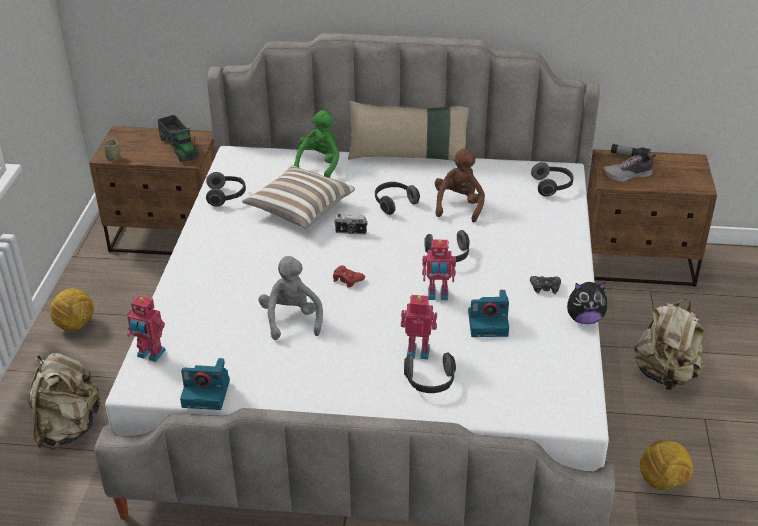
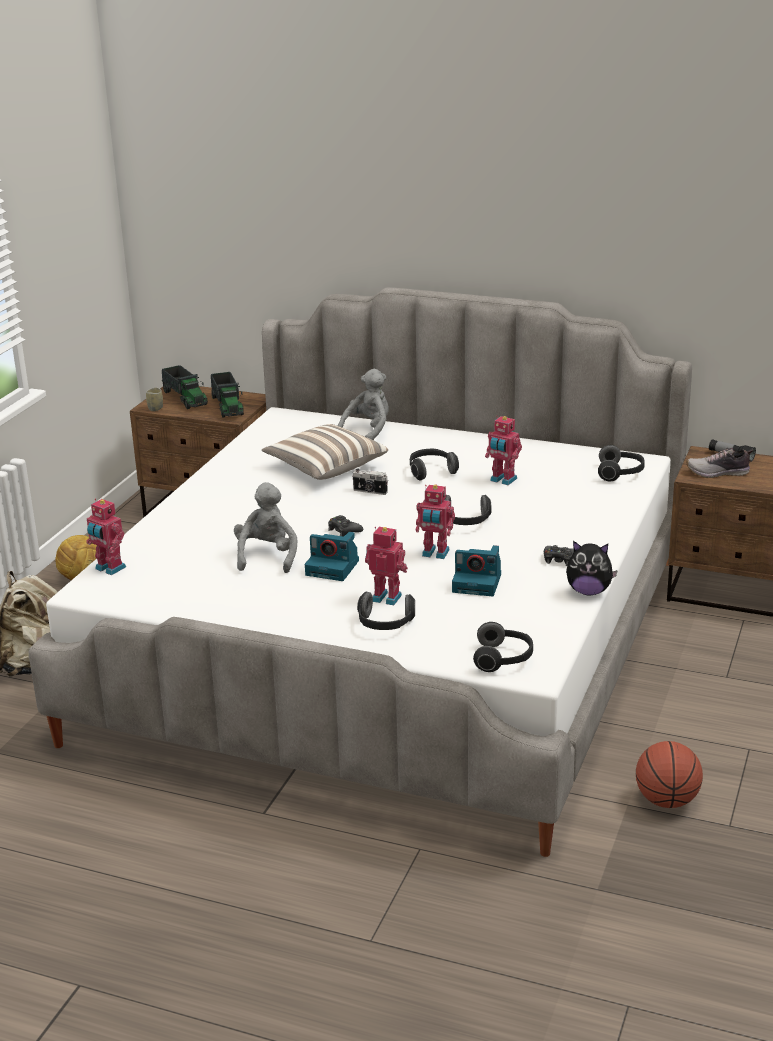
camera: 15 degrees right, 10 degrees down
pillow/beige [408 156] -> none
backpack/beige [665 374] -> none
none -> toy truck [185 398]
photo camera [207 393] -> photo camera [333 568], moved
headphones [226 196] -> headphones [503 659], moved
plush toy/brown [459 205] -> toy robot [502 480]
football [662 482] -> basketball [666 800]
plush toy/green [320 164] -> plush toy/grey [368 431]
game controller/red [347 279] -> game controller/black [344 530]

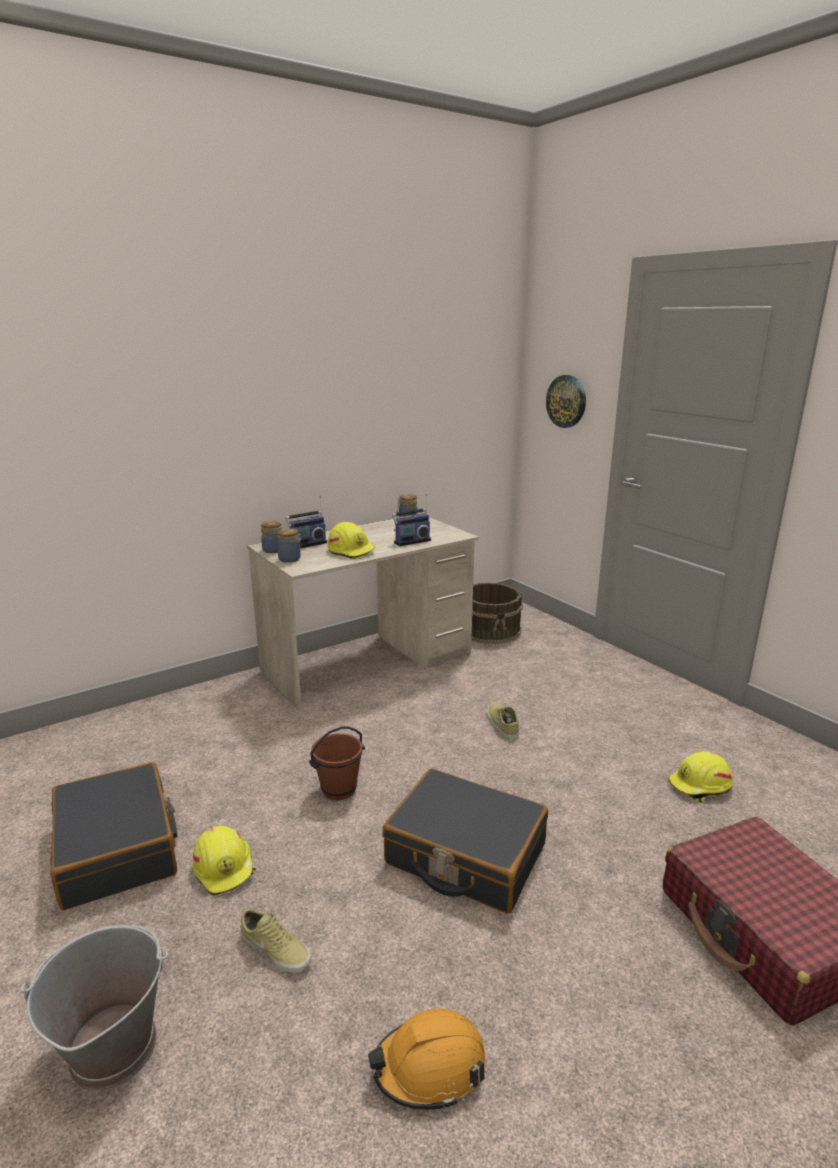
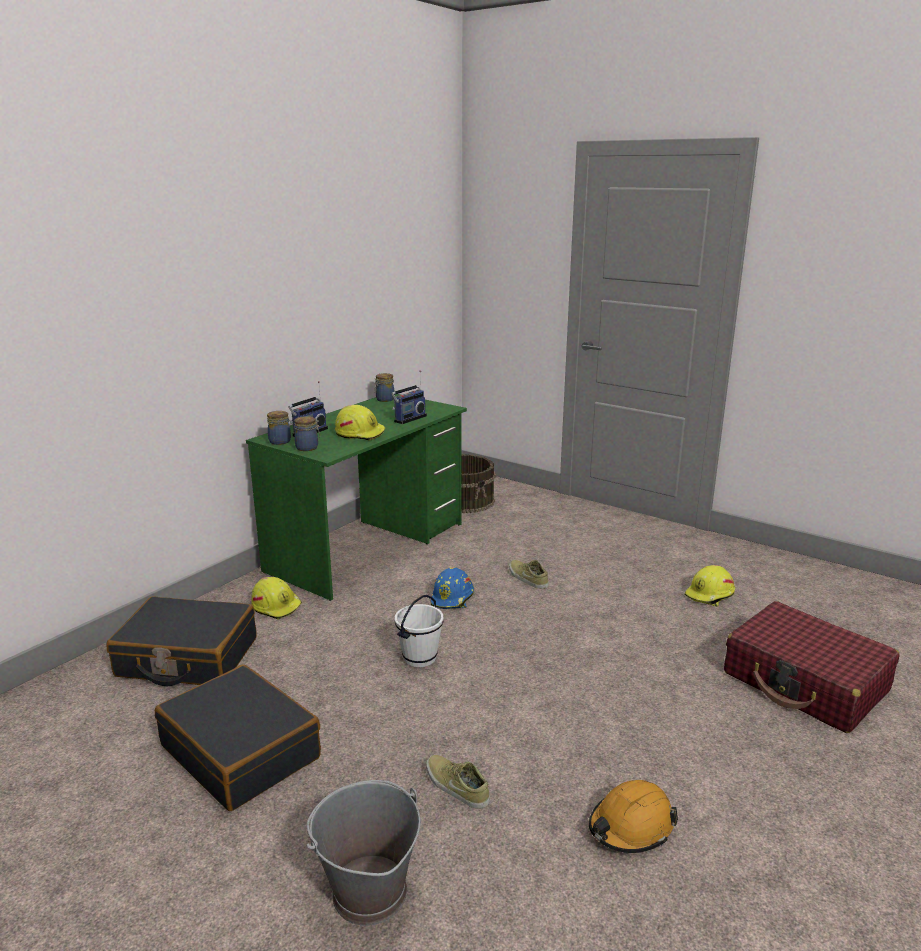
camera: 20 degrees left, 0 degrees up
wall clock [566 401] -> none
none -> hard hat/blue [452 598]
hard hat/yellow [225 868] -> hard hat/yellow [277 606], moved
suitcase/black [465 855] -> suitcase/black [187 658], moved
desk/beige [368 663] -> desk/green [368 547]
bucket/brown [338 789] -> bucket/white [419 658]
shoe/beige [277 948] -> shoe/beige [455 786], 150 degrees counterclockwise

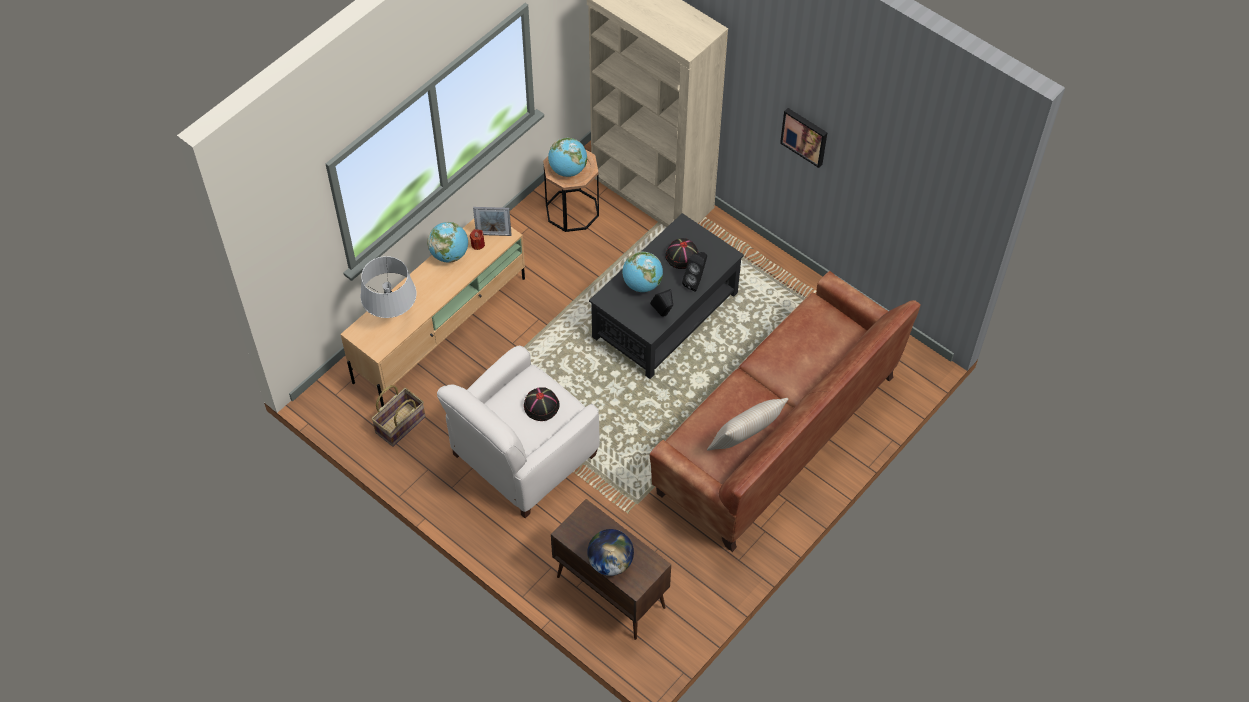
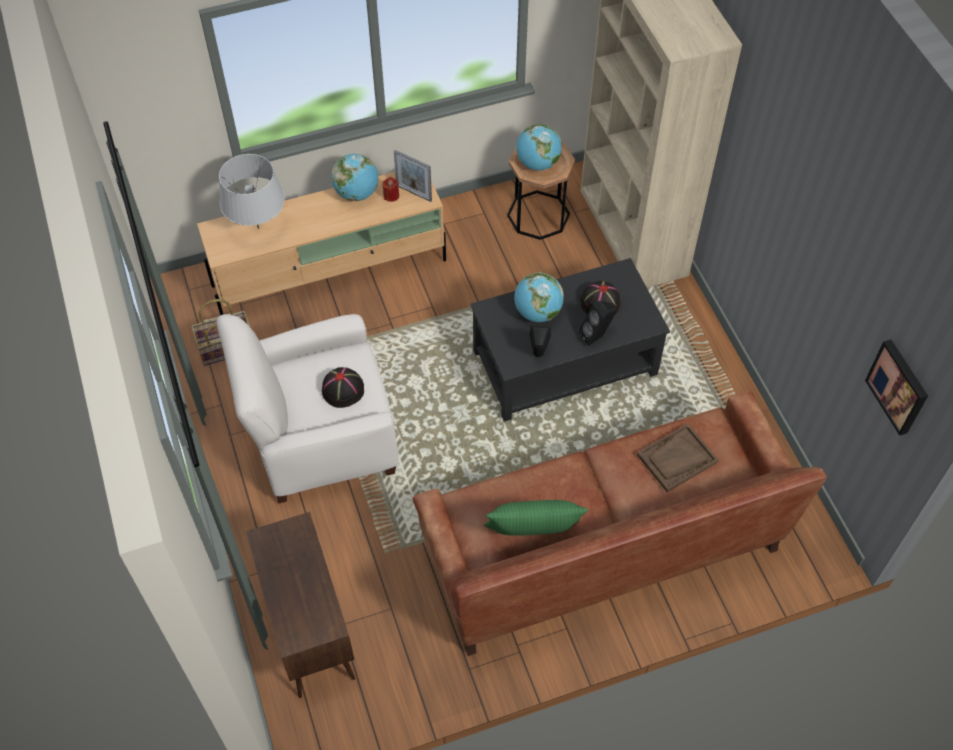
camera: 30 degrees right, 0 degrees up
globe [610 562] -> none
none -> tray/brown [677 459]
picture [805 136] -> picture [899 386], moved
pillow/beige [745 442] -> pillow/green [532 538]

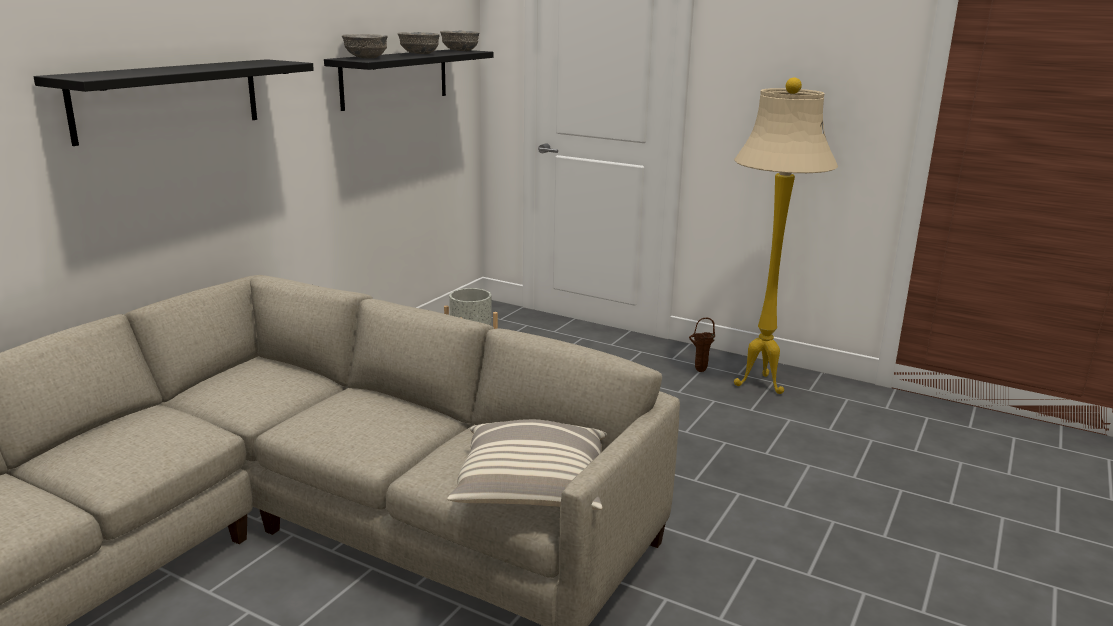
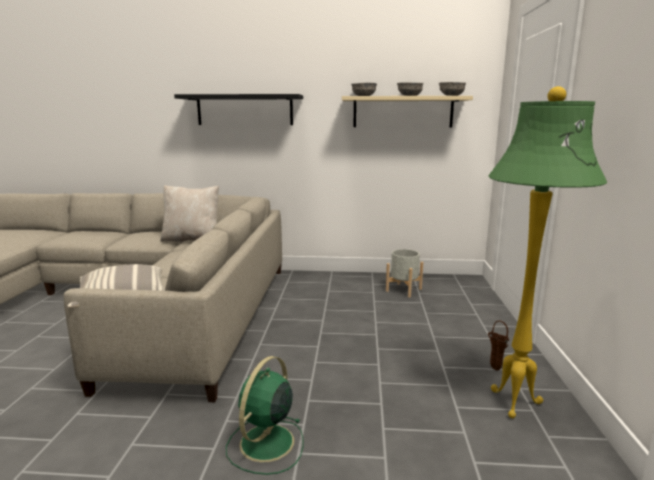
camera: 65 degrees right, 5 degrees down
none -> pillow/beige [192 239]
none -> fan/green [265 444]
shelf/black [395 78] -> shelf/beige [403 112]
floor lamp/beige [759 384] -> floor lamp/green [515 403]

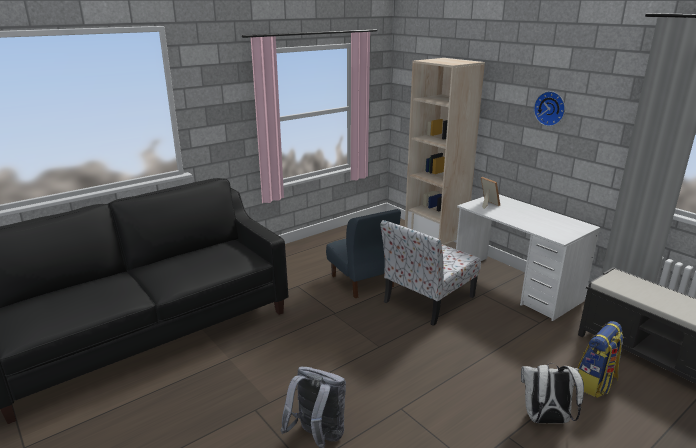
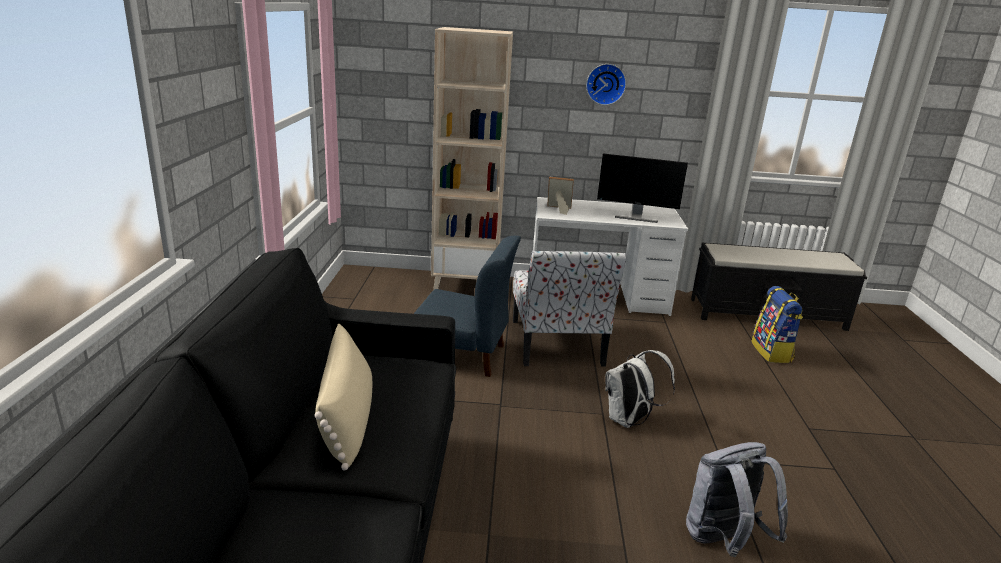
camera: 50 degrees left, 0 degrees up
none -> pillow/beige [347 419]
none -> monitor [636 217]
backpack/white [545 420] -> backpack/white [629 421], moved

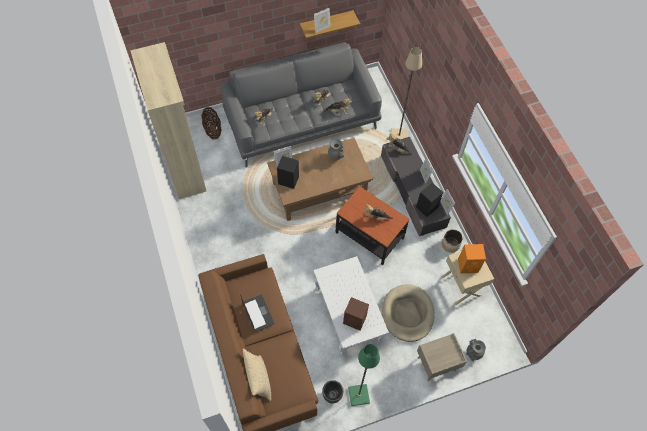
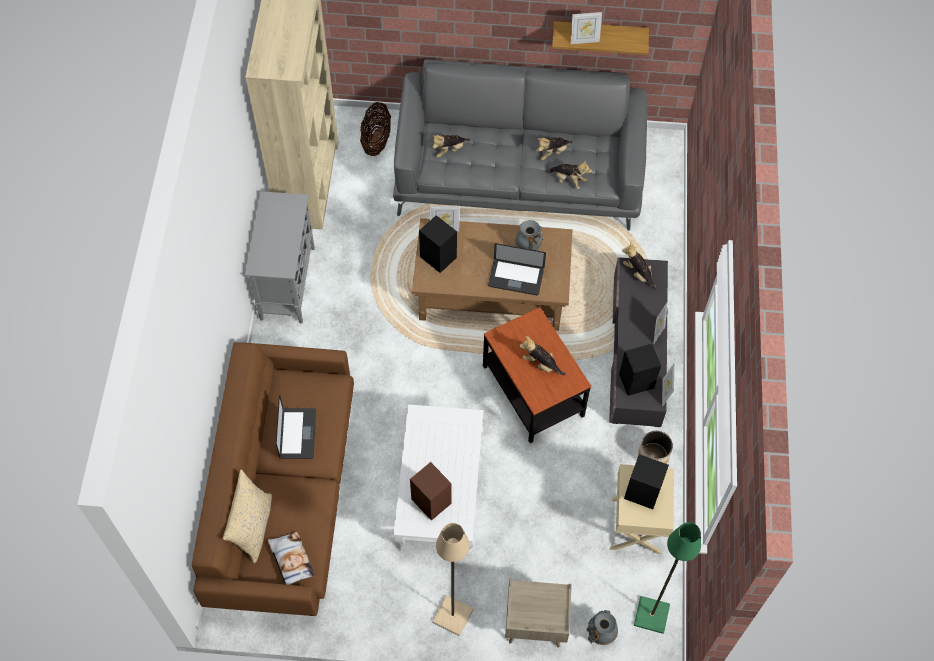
camera: 25 degrees right, 0 degrees up
planter/black [332 395] -> none
dog bed/beige [407 313] -> none
none -> cabinet/grey [287 282]
none -> pillow [291 559]
none -> laptop [516 278]
floor lamp/green [359 395] -> floor lamp/green [652 616], moved
floor lamp/beige [398 136] -> floor lamp/beige [451 616], moved
speaker/orange [468 265] -> speaker/black [643 492]

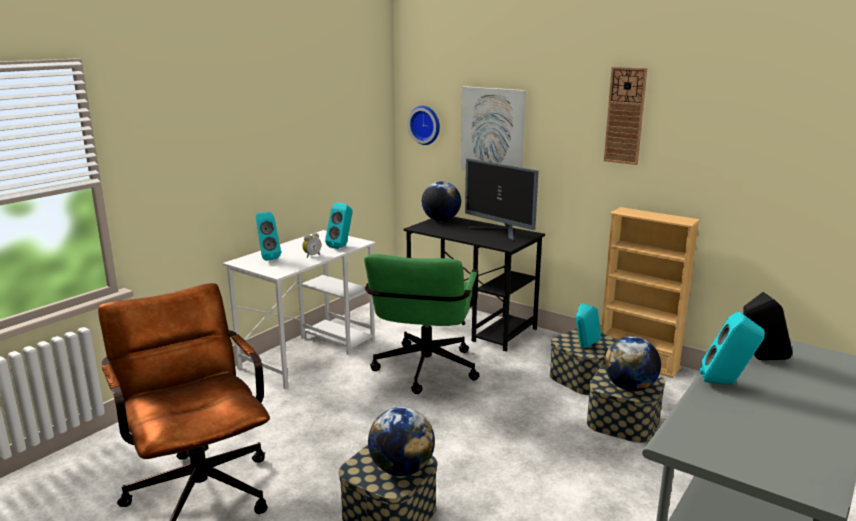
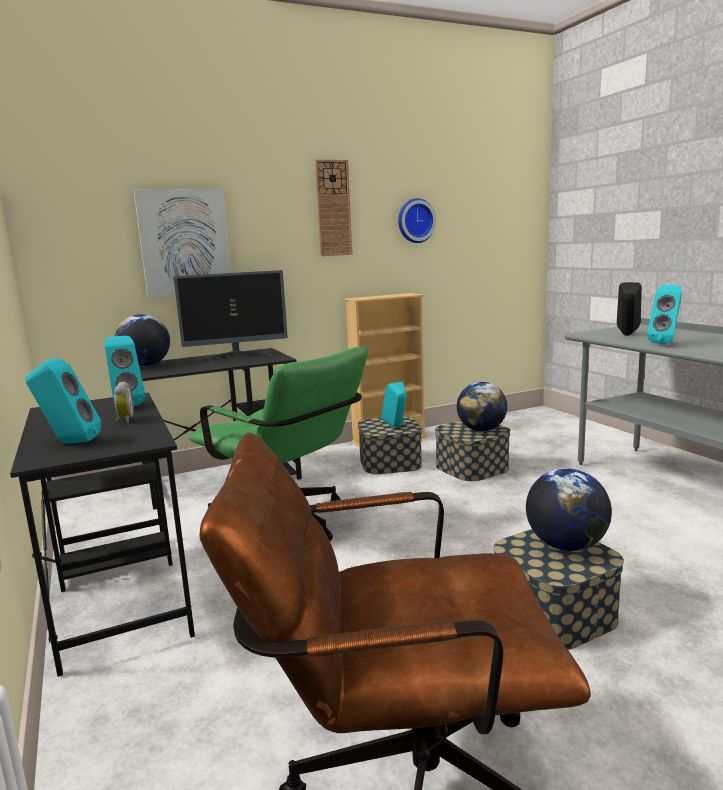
camera: 60 degrees left, 5 degrees down
wall clock [425 125] -> wall clock [415 221], moved
desk/white [309 353] -> desk/black [120 594]

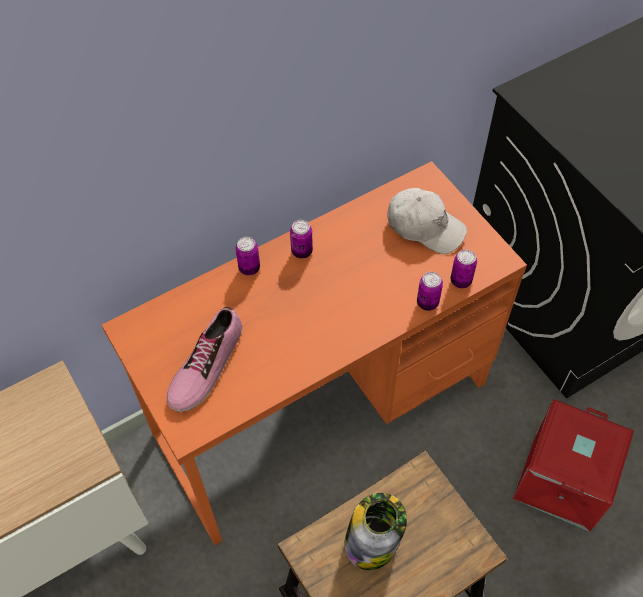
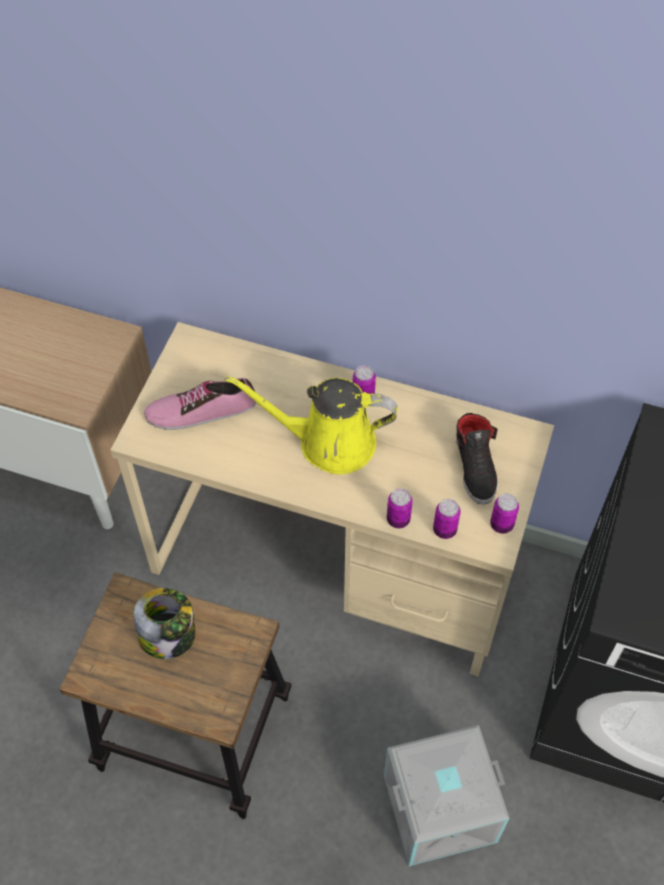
camera: 50 degrees right, 0 degrees up
none -> watering can/yellow [328 442]
can [249 268] -> can [501 524], moved
cap/white [425 226] -> shoe/black [475 467]
desk/orange [322 408] -> desk/beige [334 562]
storage box/red [560 479] -> storage box/grey [439 806]

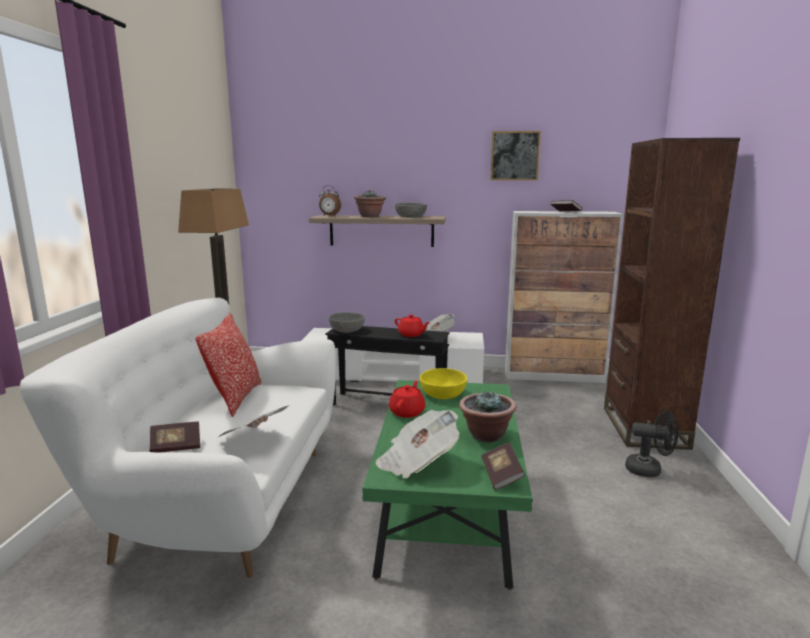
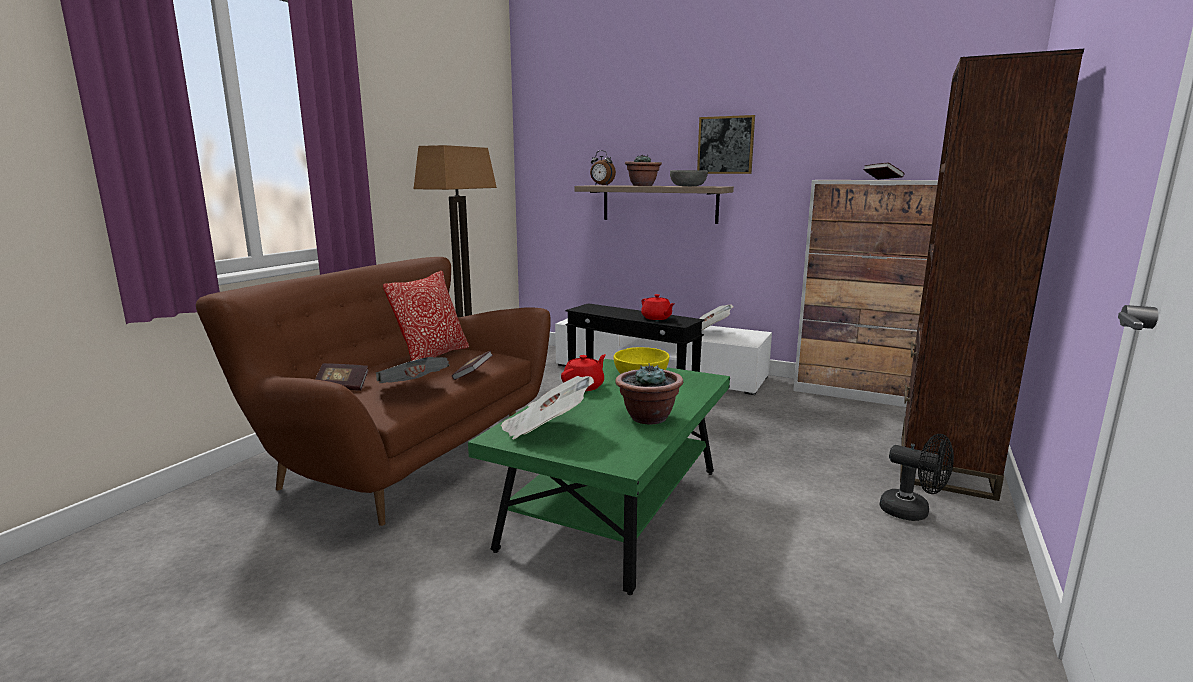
camera: 20 degrees right, 0 degrees up
bowl/grey [347 330] -> none
book [501 475] -> book [473 374], moved
picture [515 156] -> picture [725 145], moved
sofa/white [220 500] -> sofa/brown [403 457]

